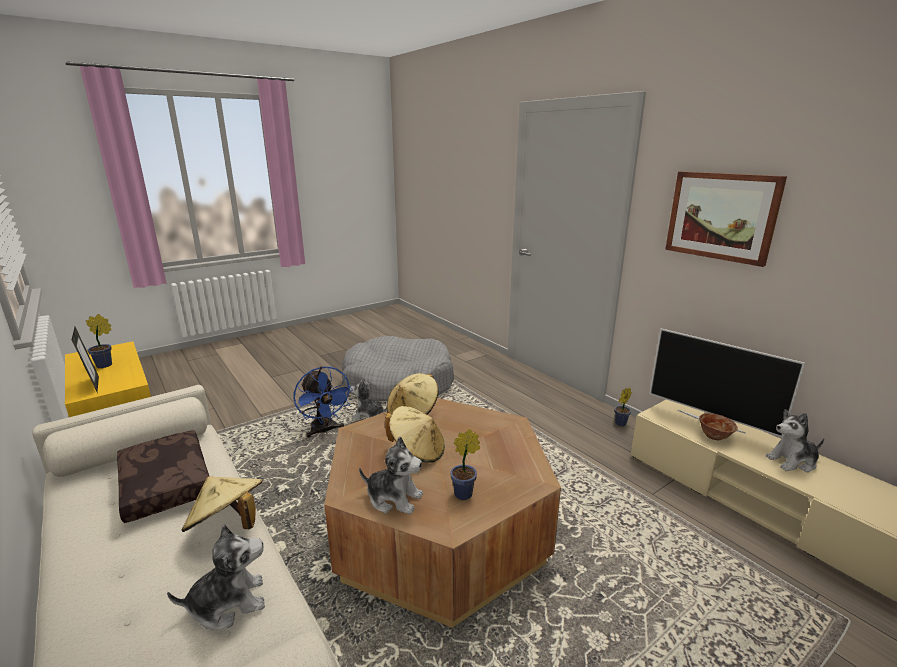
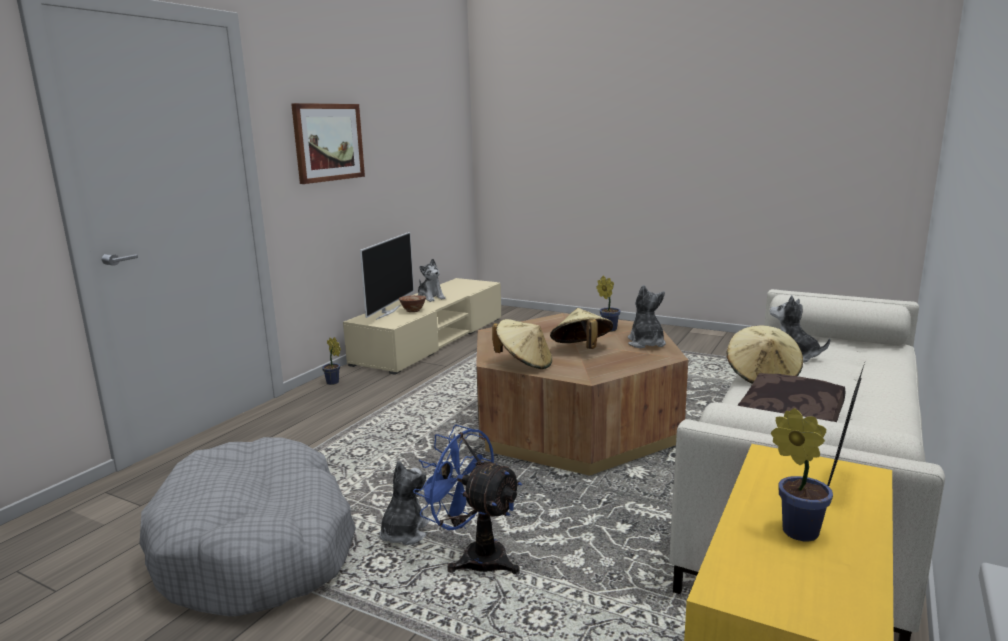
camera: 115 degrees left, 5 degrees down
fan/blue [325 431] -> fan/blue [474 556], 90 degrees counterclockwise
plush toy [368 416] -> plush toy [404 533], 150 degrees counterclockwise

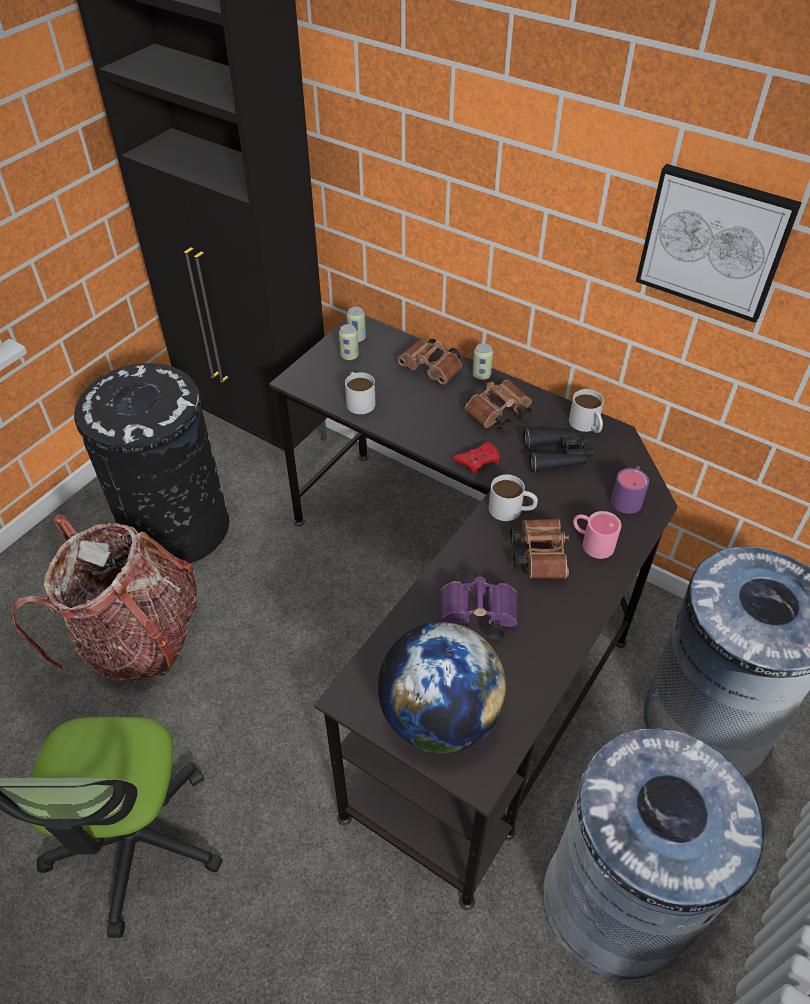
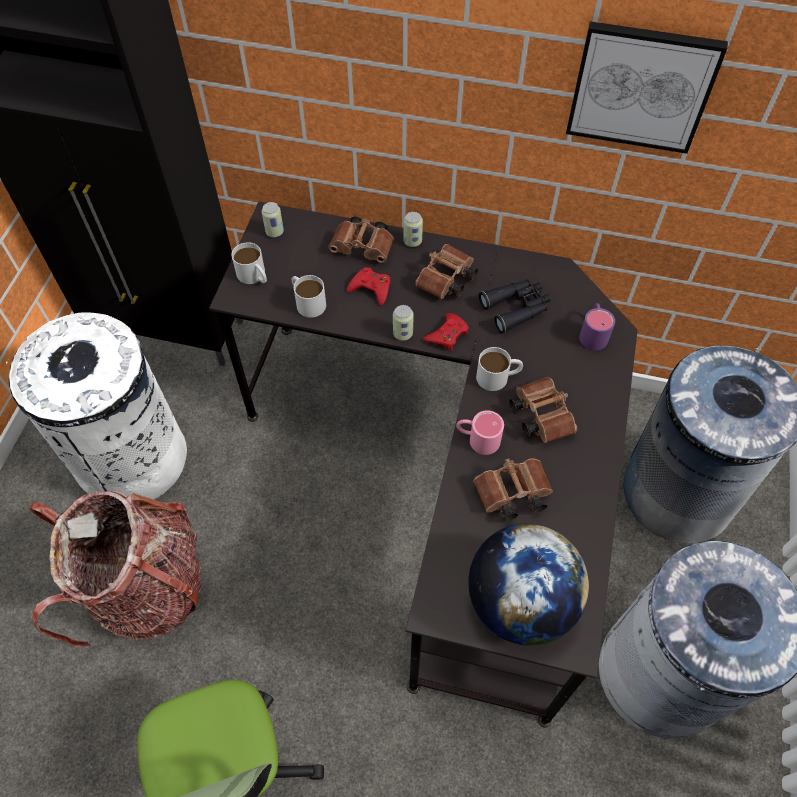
camera: 20 degrees left, 10 degrees up
none -> game controller/red [371 288]
can [349 356] -> can [403 334], moved
mug/white [587 425] -> mug/white [254 276], moved
mug/pink [591 542] -> mug/pink [477 439], moved
trash can/black [176 527] -> trash can/white [132 460]
binoculars/purple [475 617] -> binoculars/brown [510 495]

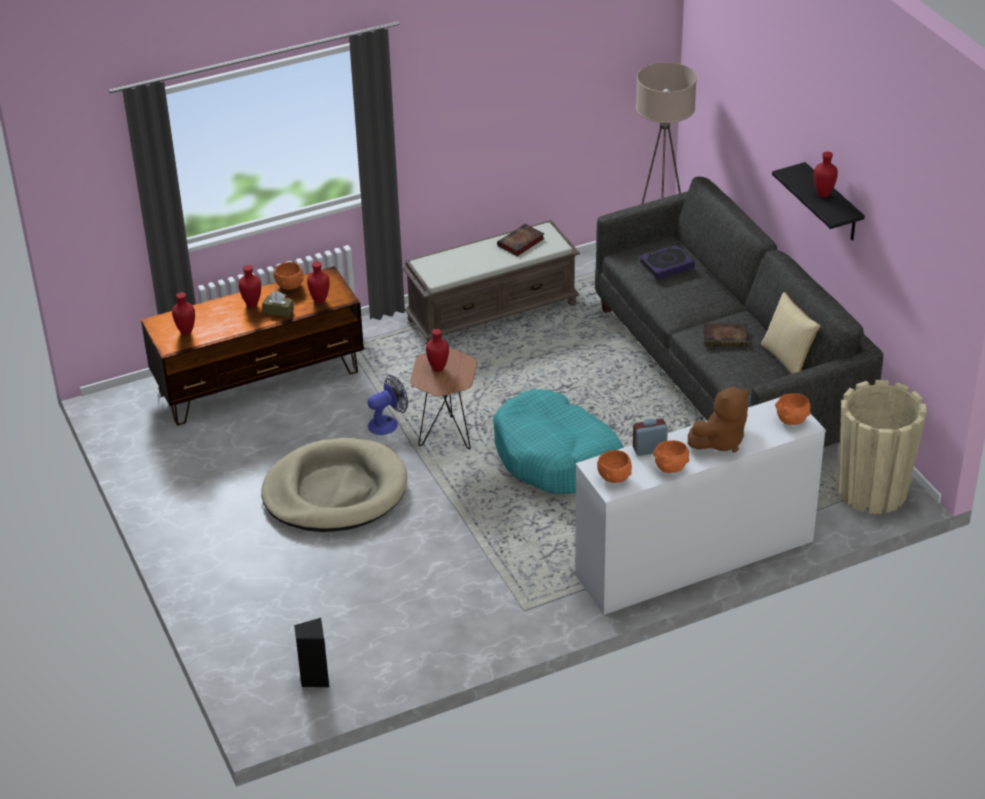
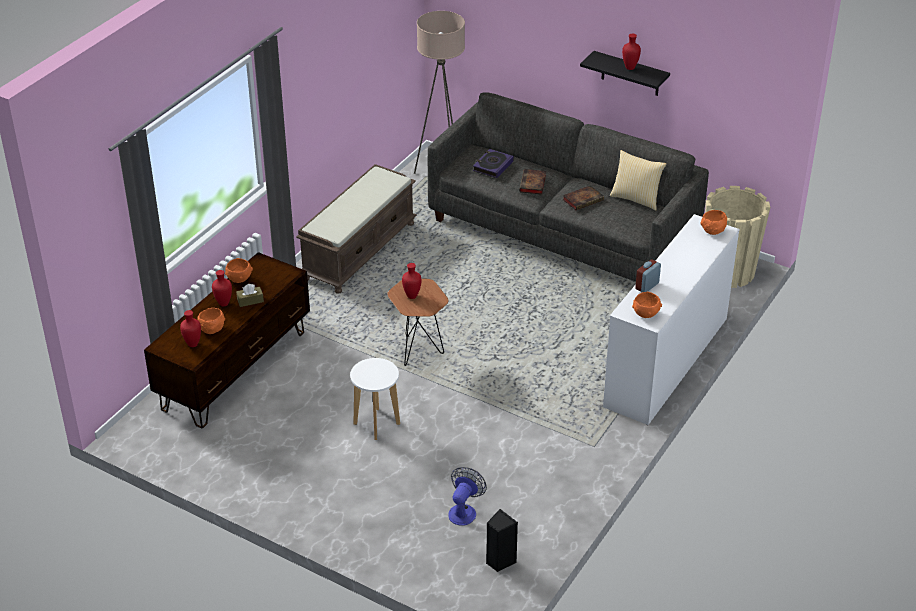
camera: 35 degrees left, 0 degrees up
vase/red [319 300] -> none
dog bed/turquoise [556 457] -> none
plush toy/brown [720 441] -> none
fan [388 423] -> fan [464 511], moved
book [520 243] -> book [533 184], moved
bowl/orange [671 468] -> bowl/orange [212 329], moved
dog bed/beige [335 491] -> stool/white [376 424]

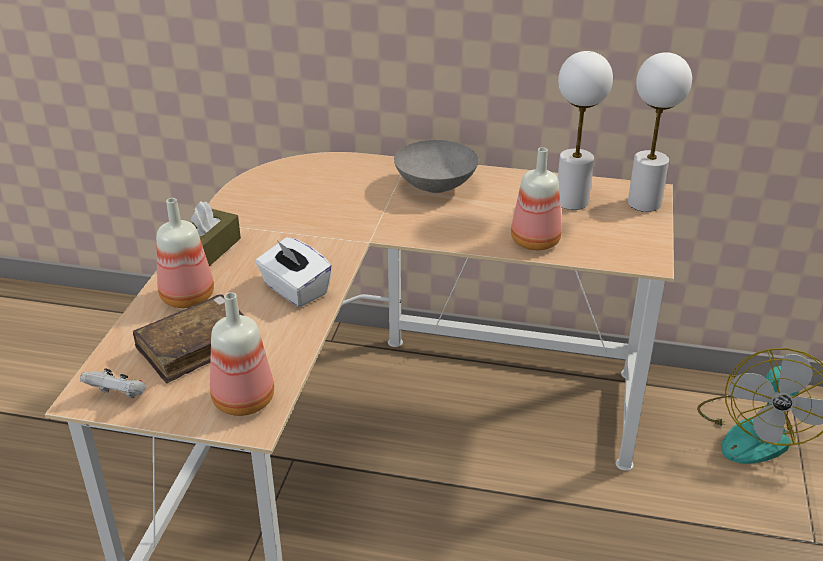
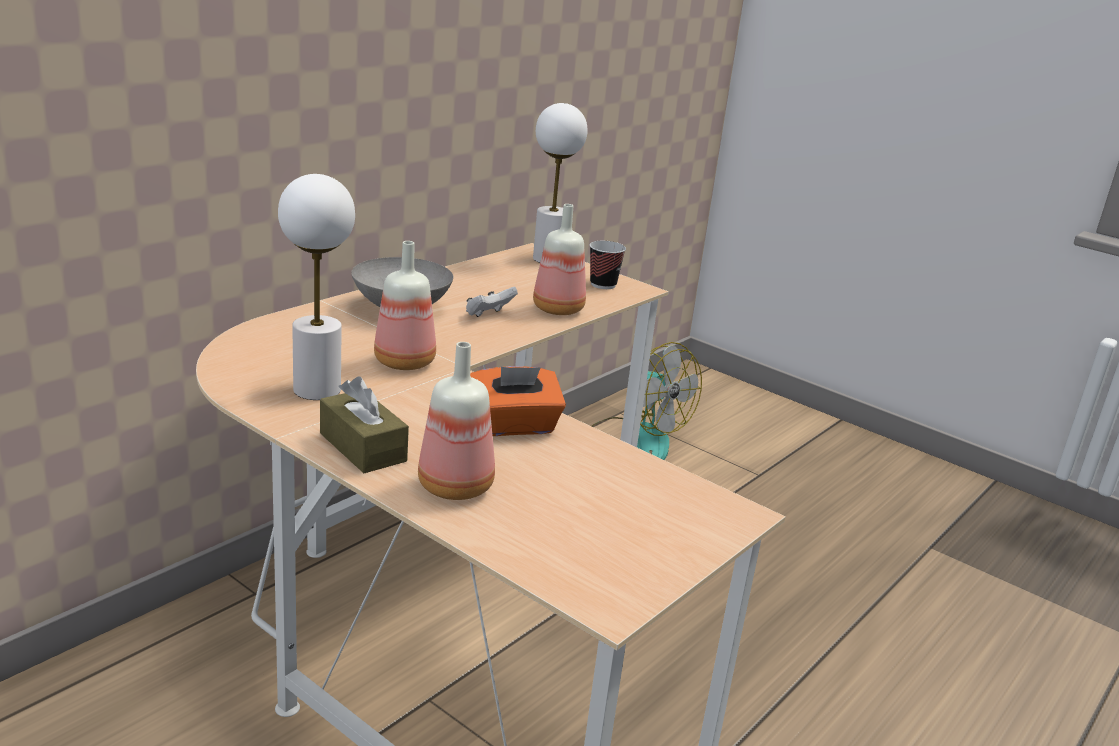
camera: 65 degrees left, 10 degrees down
book/brown [195 347] -> none
none -> cup [603 285]
game controller/white [118 396] -> game controller/white [488 315], moved
bottle [245 401] -> bottle [406 362], moved
table lamp/white [572 201] -> table lamp/white [318 389], moved
tissue box/white [294 290] -> tissue box/orange [513 426]

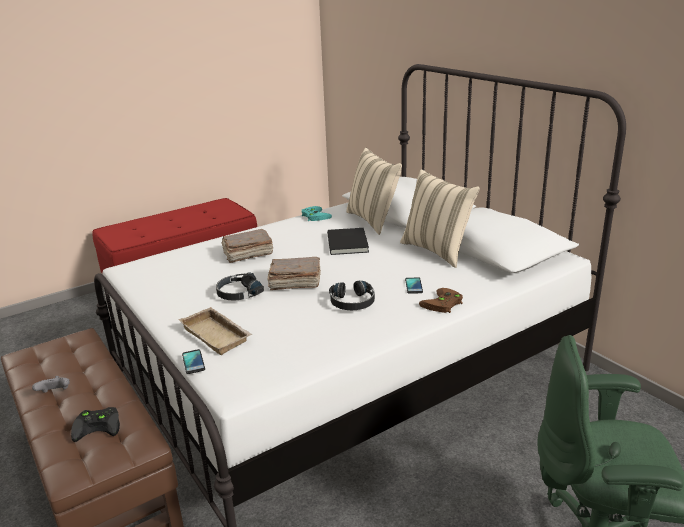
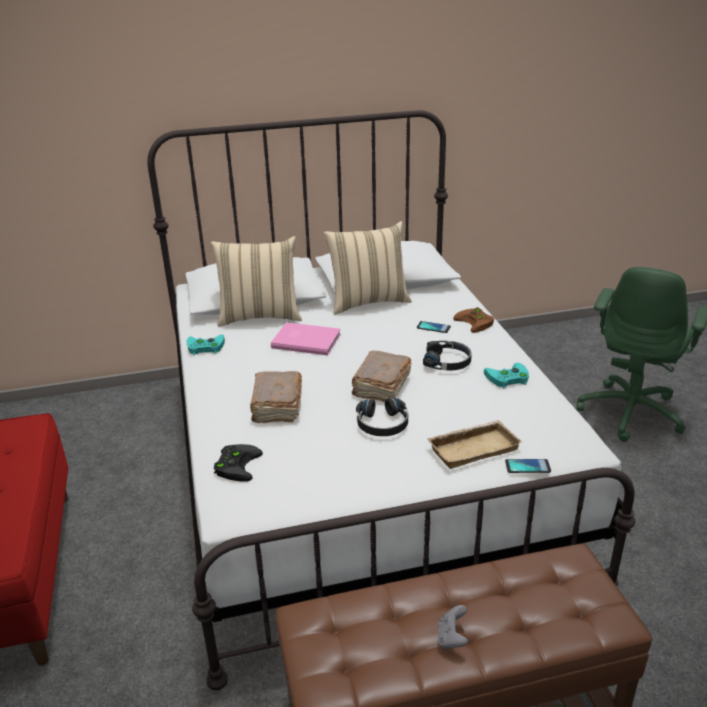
camera: 70 degrees left, 5 degrees up
none -> game controller/turquoise [506 378]
game controller/black [99 425] -> game controller/black [236 464], moved
book/black [349 242] -> book/pink [306 340]

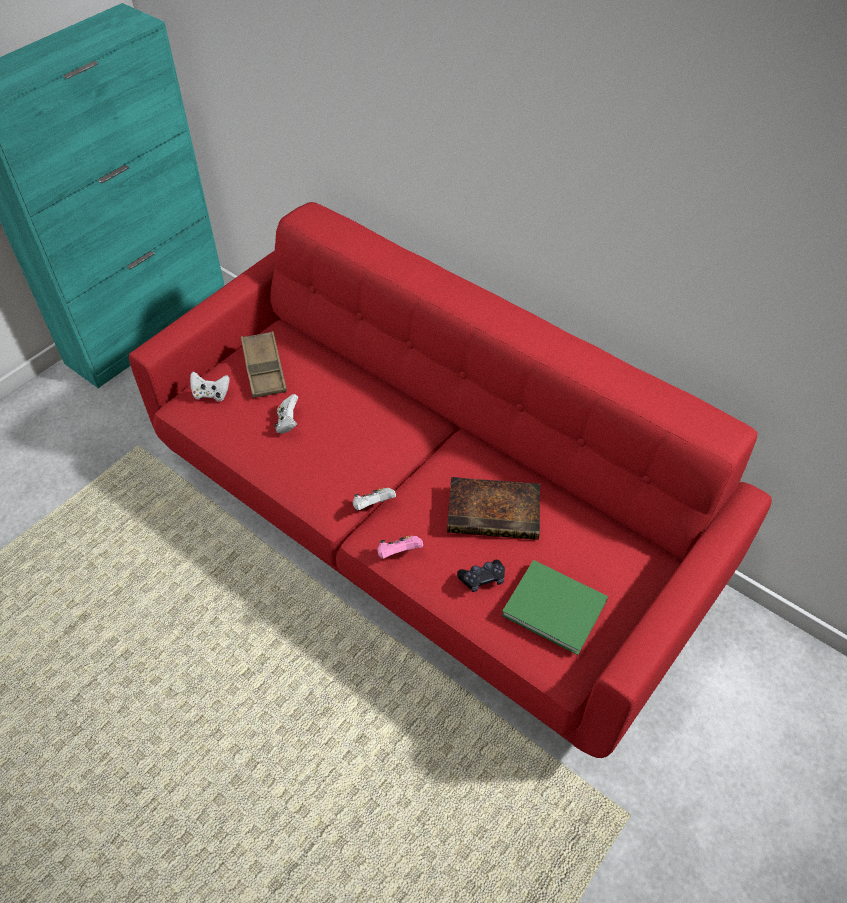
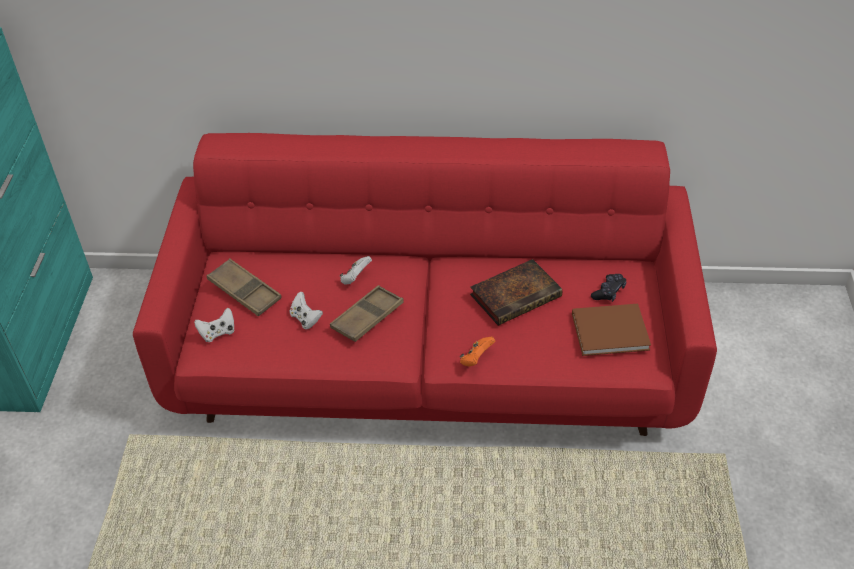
camera: 35 degrees left, 5 degrees down
none -> tray/brown [367 317]
game controller/white [373 505] -> game controller/white [355 278], moved
game controller/black [482 579] -> game controller/black [608 292], moved
game controller/pink [399 553] -> game controller/orange [476 359]
book/green [557 609] -> book/brown [612 331]

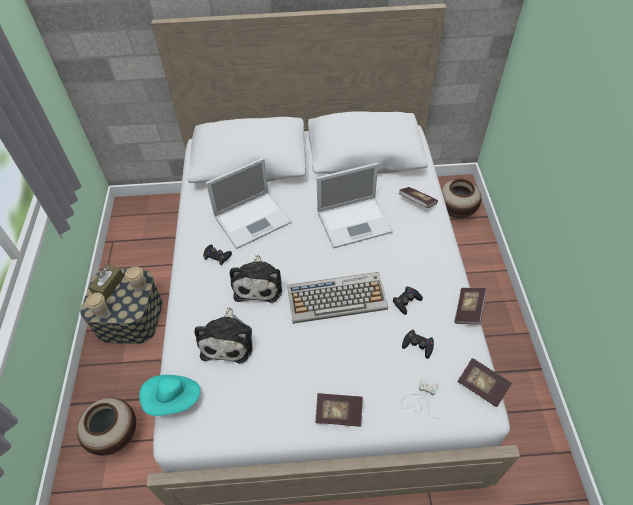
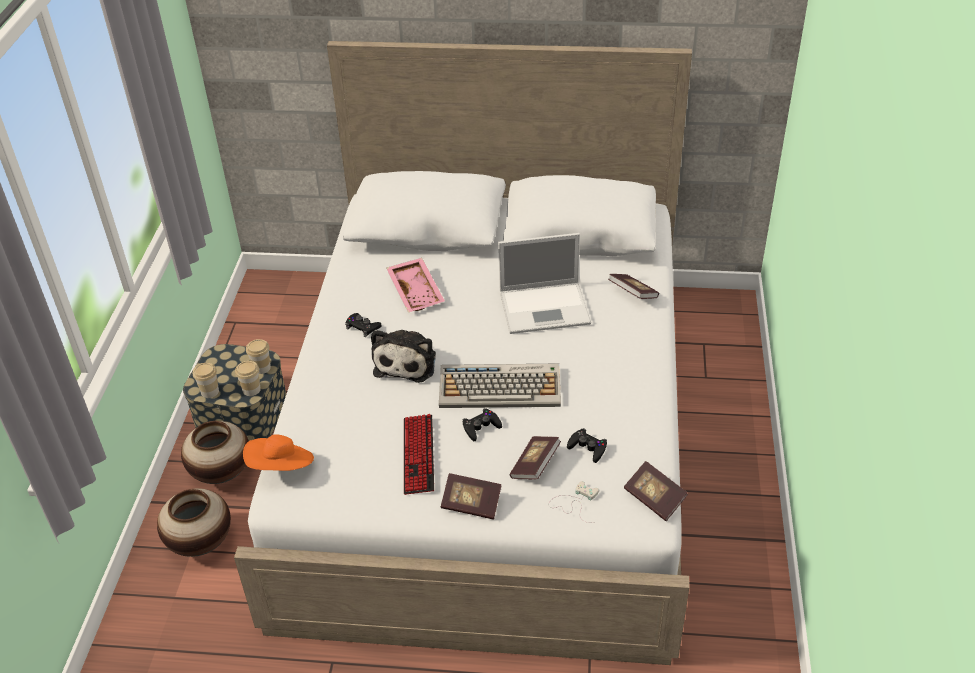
camera: 10 degrees right, 10 degrees down
tissue box/brown [108 285] -> none
plush toy [228 340] -> none
none -> cup [251 390]
none -> keyboard [418 455]
game controller/black [406 301] -> game controller/black [481 427], moved
vase [455 211] -> vase [221 472], moved
book [468 310] -> book [535 465], moved
laptop [253 219] -> tray/pink [417 291]
hat/turquoise [174 399] -> hat/orange [281 467]

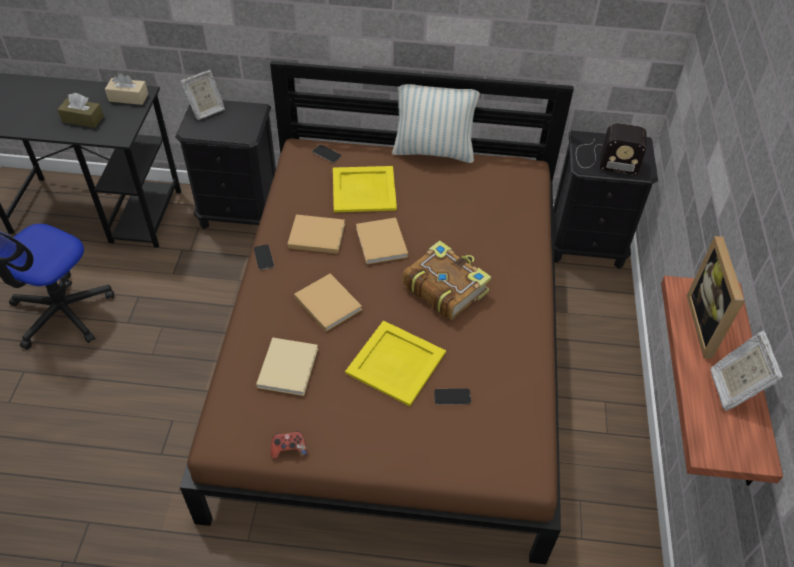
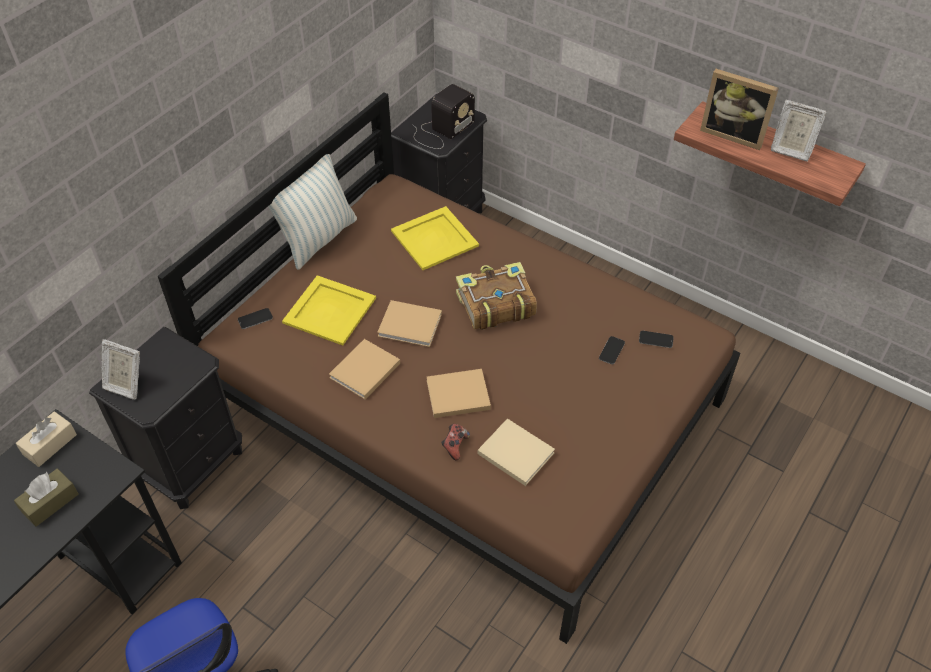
camera: 60 degrees left, 0 degrees up
phone [264 257] -> phone [656 340], moved
game controller [289 449] -> game controller [455 446], moved
tray/yellow [397 362] -> tray/yellow [434 238], moved
picture frame [206 111] -> picture frame [126 384], 120 degrees clockwise

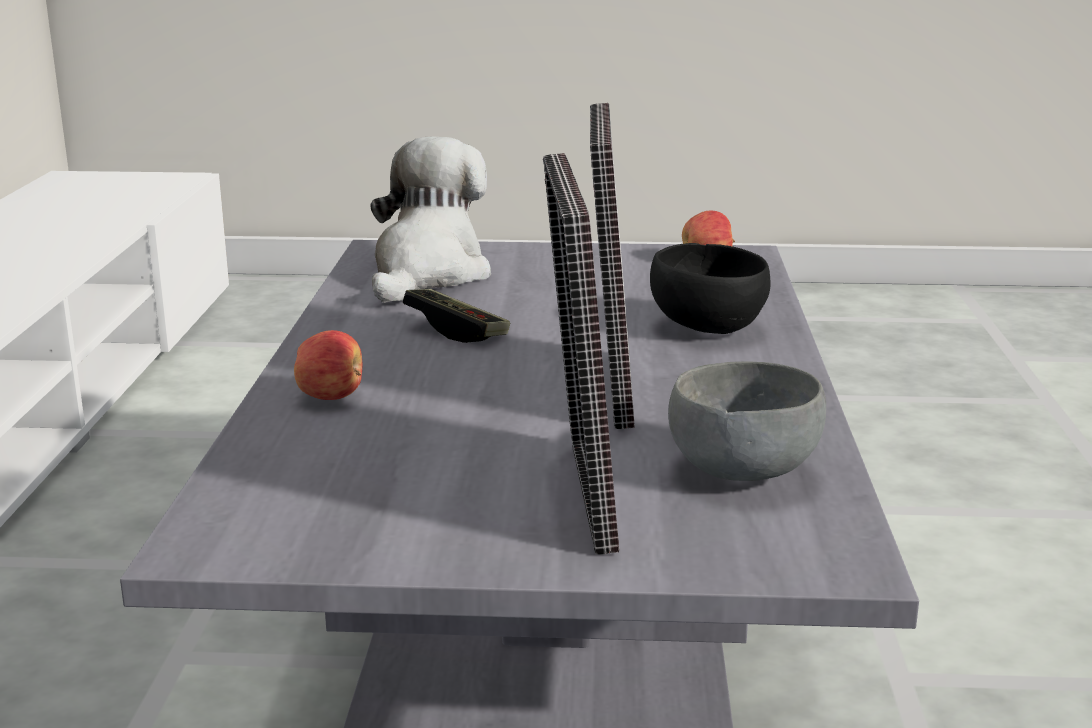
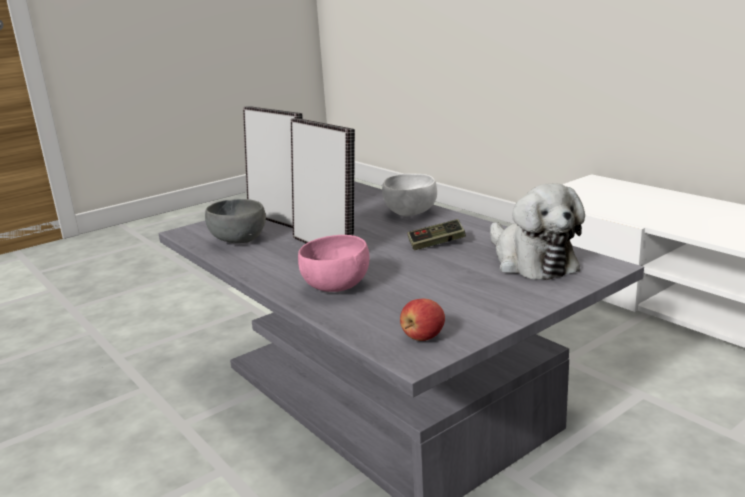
camera: 140 degrees right, 0 degrees up
apple [331 396] -> bowl/white [410 213]
bowl/black [708 327] -> bowl/pink [336 287]

